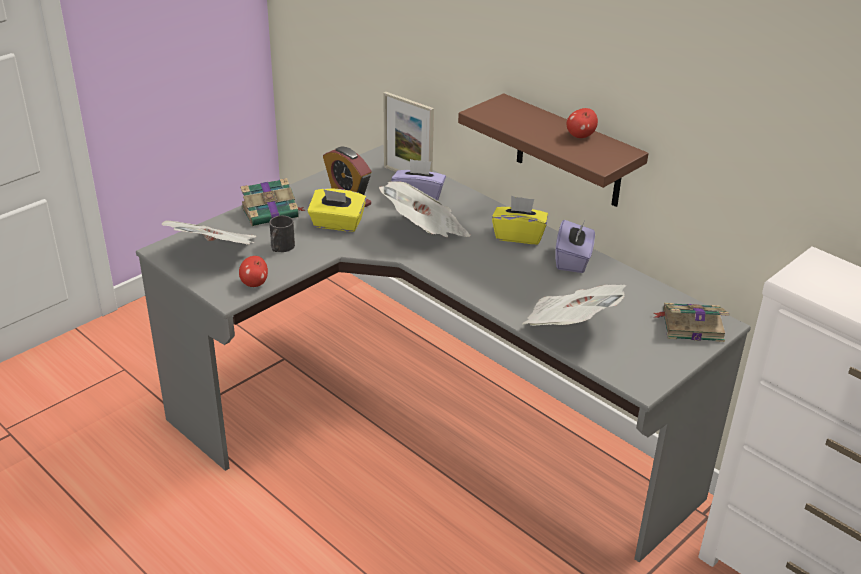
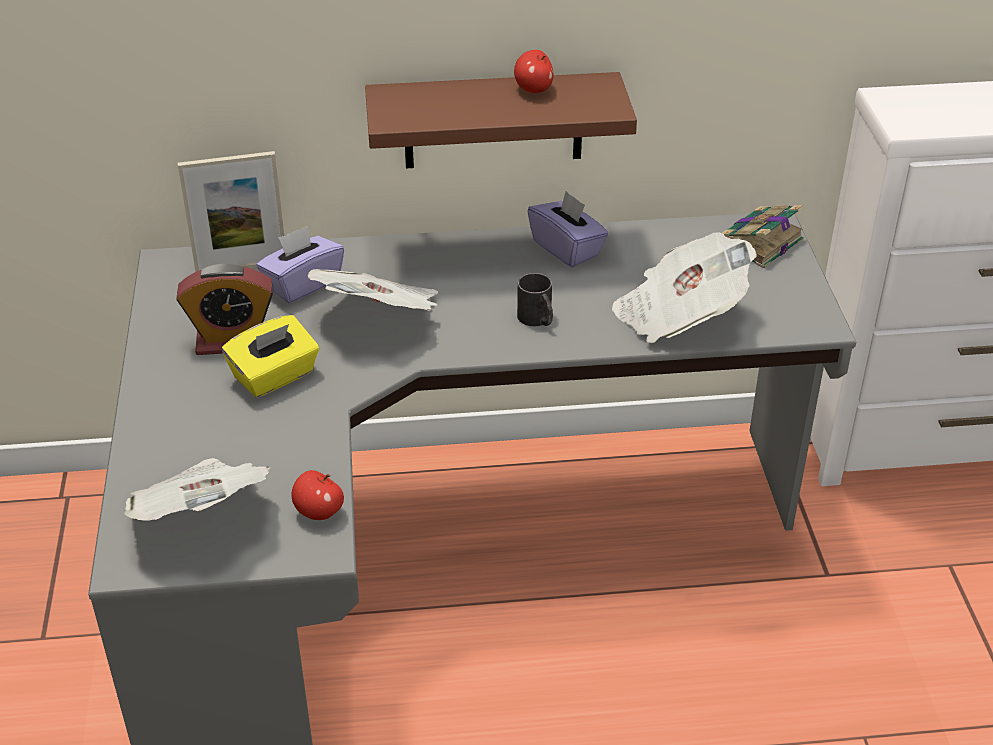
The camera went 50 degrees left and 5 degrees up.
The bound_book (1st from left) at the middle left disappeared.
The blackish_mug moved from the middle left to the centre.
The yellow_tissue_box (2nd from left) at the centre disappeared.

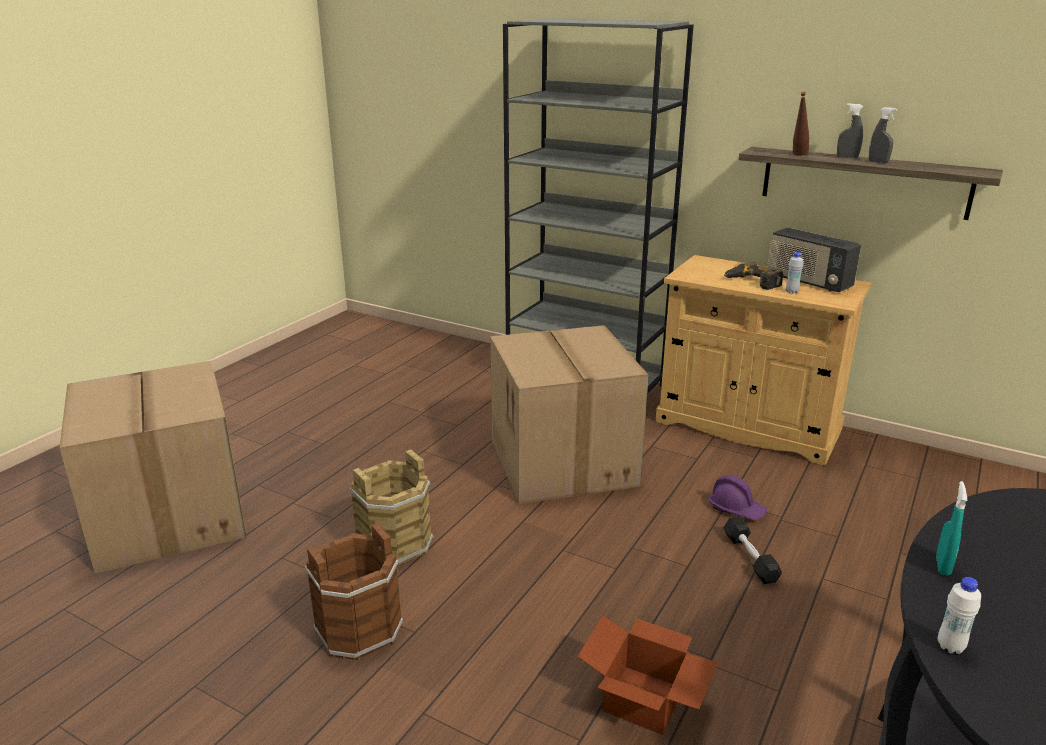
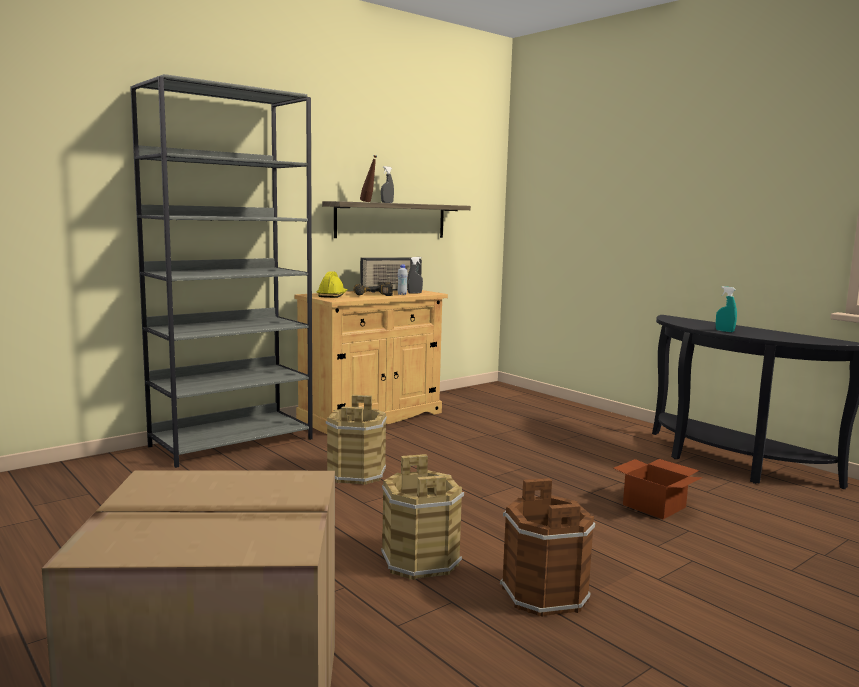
The camera went 70 degrees left and 15 degrees down.
The packing_box (2nd from left) at the centre was replaced by the brownish_pail (1st from left) at the centre.
The purple-coloured_hard_hat at the bottom right disappeared.
The blackish_dumbbell at the bottom right disappeared.
The grey_spray_bottle (2nd from left) moved from the top right to the centre.
The whitish_bottle (2nd from left) at the bottom right disappeared.
The yellow_hard_hat at the centre appeared.

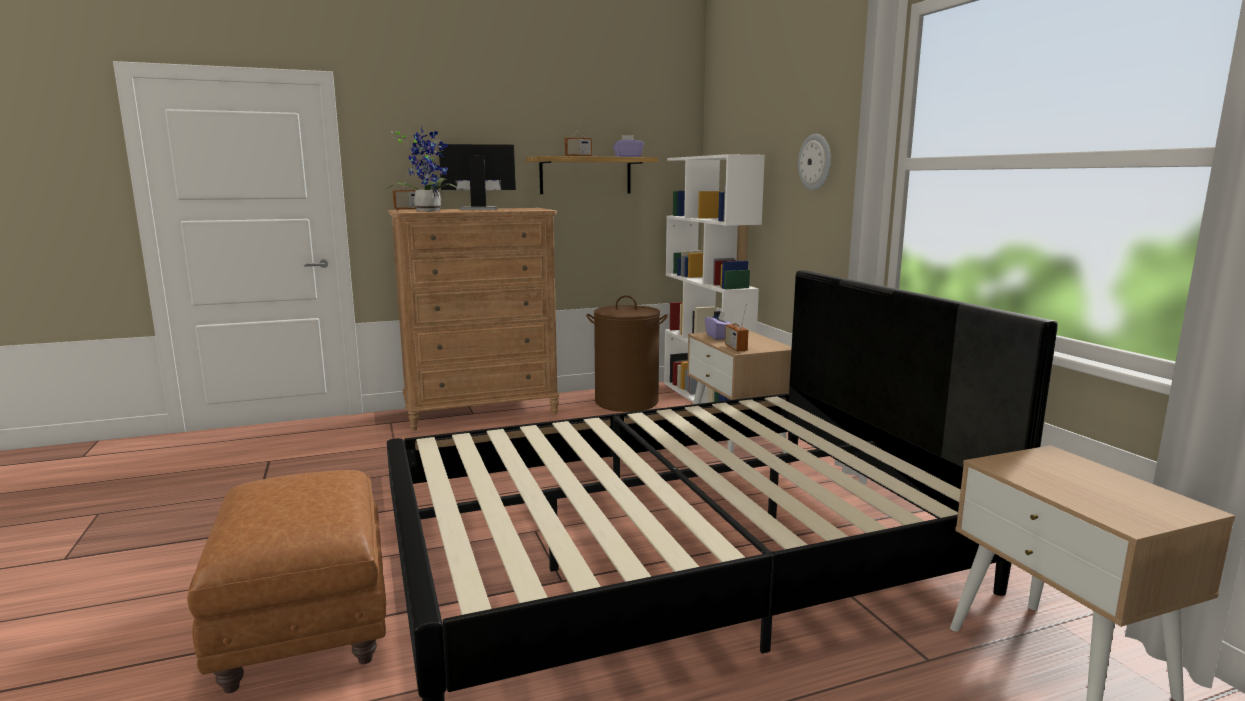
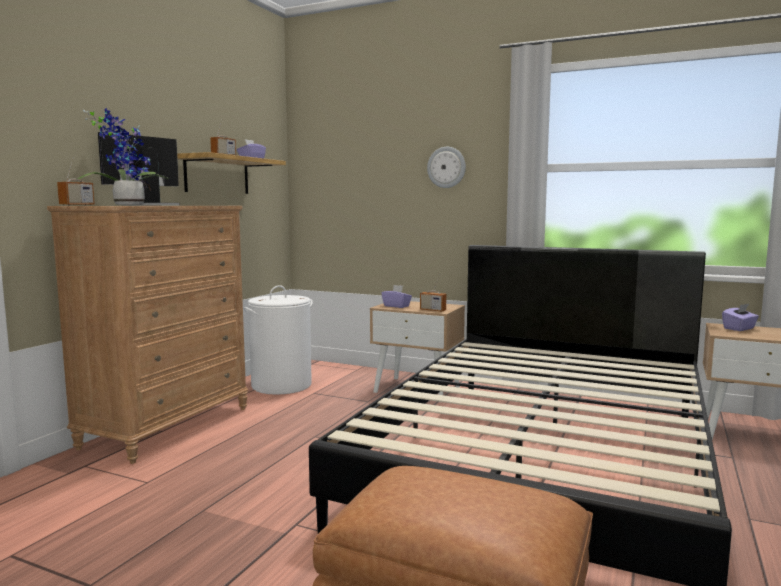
The camera went 45 degrees left and 5 degrees down.
The brownish_hamper at the centre became the whitish_hamper at the centre.
The whitish_shelving_unit at the centre disappeared.
The purple-coloured_tissue_box (3rd from left) at the middle right appeared.

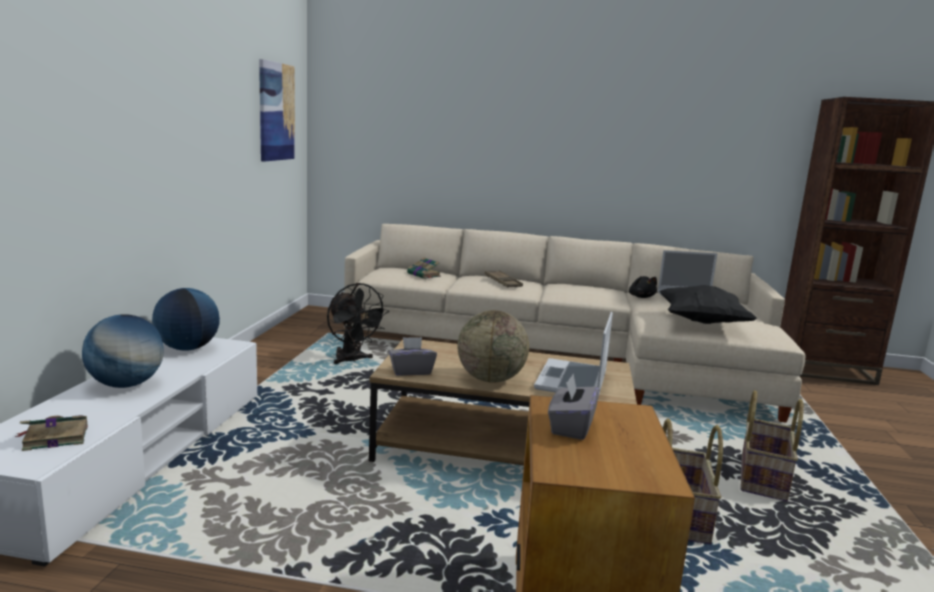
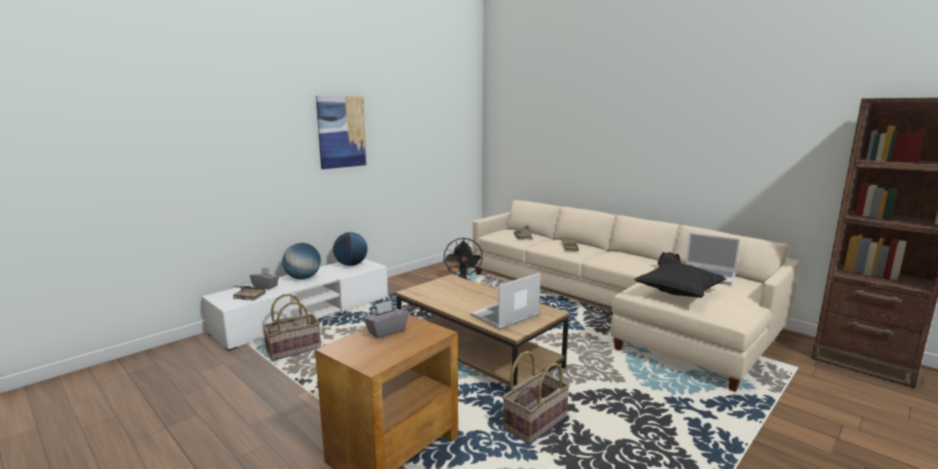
The camera went 35 degrees right and 0 degrees up.
The wall_picture moved from the top left to the top centre.
The grey_tissue_box (1st from left) moved from the centre to the middle left.
The globe (3rd from left) at the centre disappeared.
The basket (2nd from left in the first image) moved from the bottom right to the bottom left.

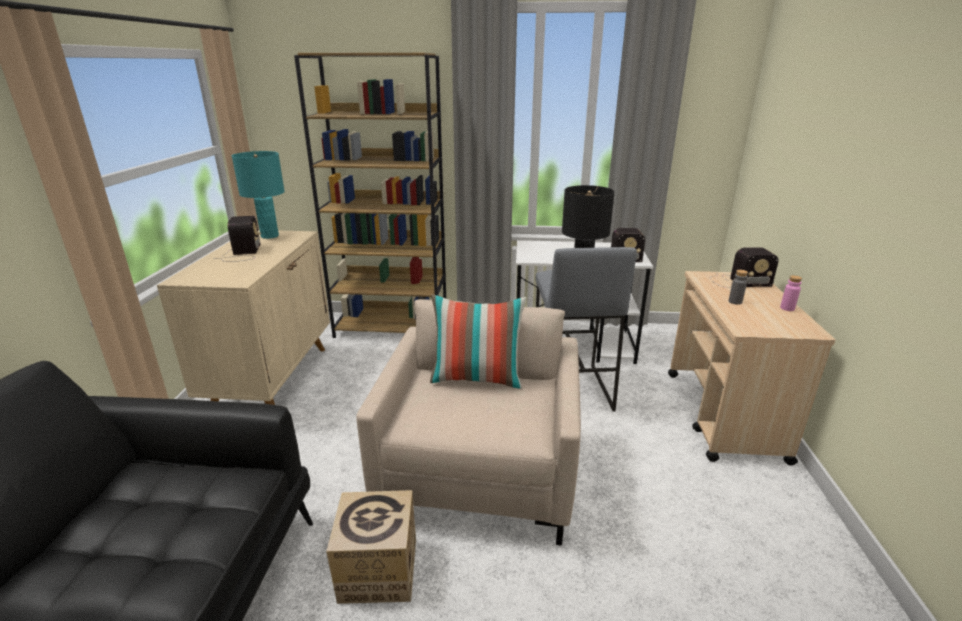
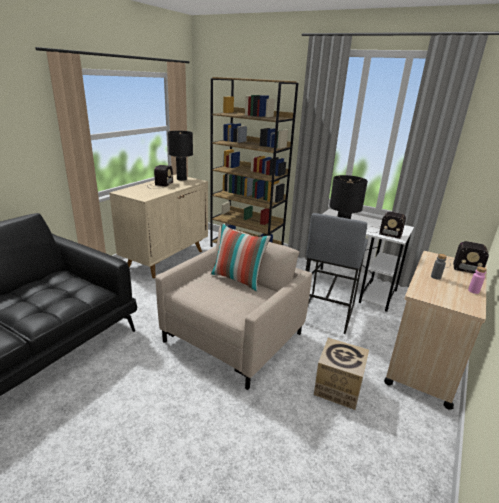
The camera went 25 degrees right and 0 degrees up.
The blue-green_table_lamp at the top left became the blackish_table_lamp (1st from left) at the top centre.
The packing_box moved from the bottom centre to the bottom right.

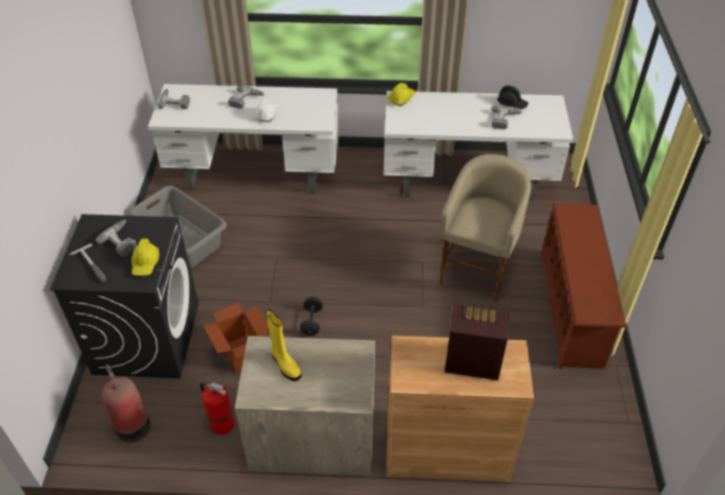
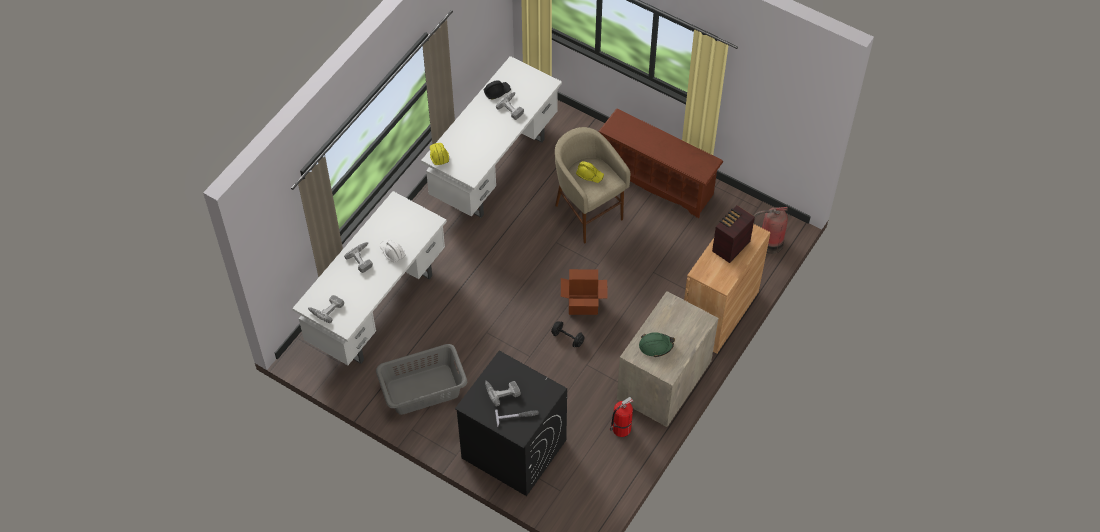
The camera went 60 degrees left and 10 degrees up.
The fire-fighting_cylinder (1st from left in the first image) moved from the bottom left to the middle right.
The yellow_hard_hat (1st from left in the first image) moved from the middle left to the top centre.
The packing_box moved from the bottom left to the centre.
The yellow_boot at the bottom centre was replaced by the greenish_hard_hat at the centre.

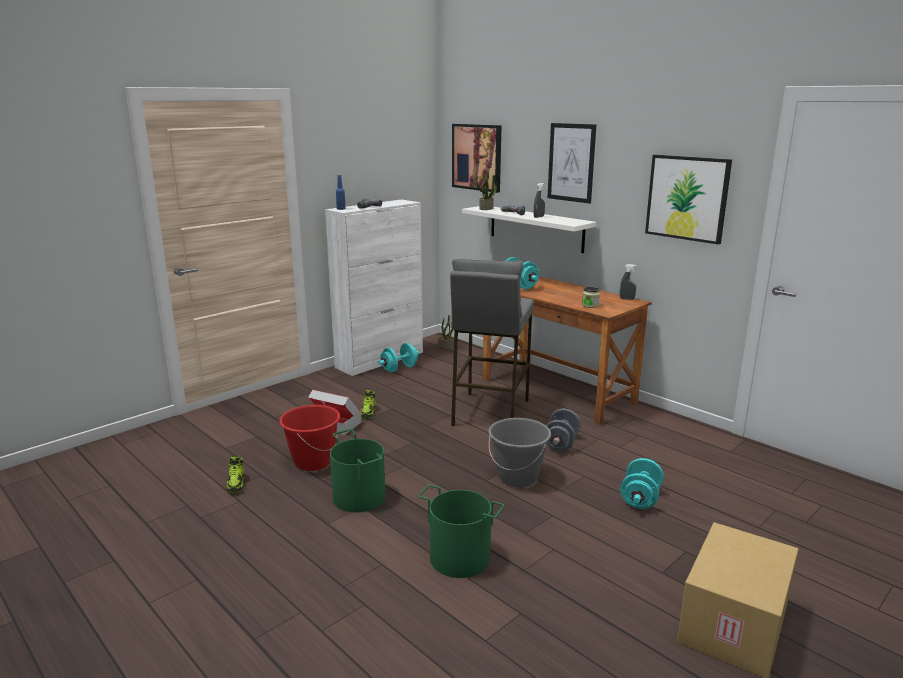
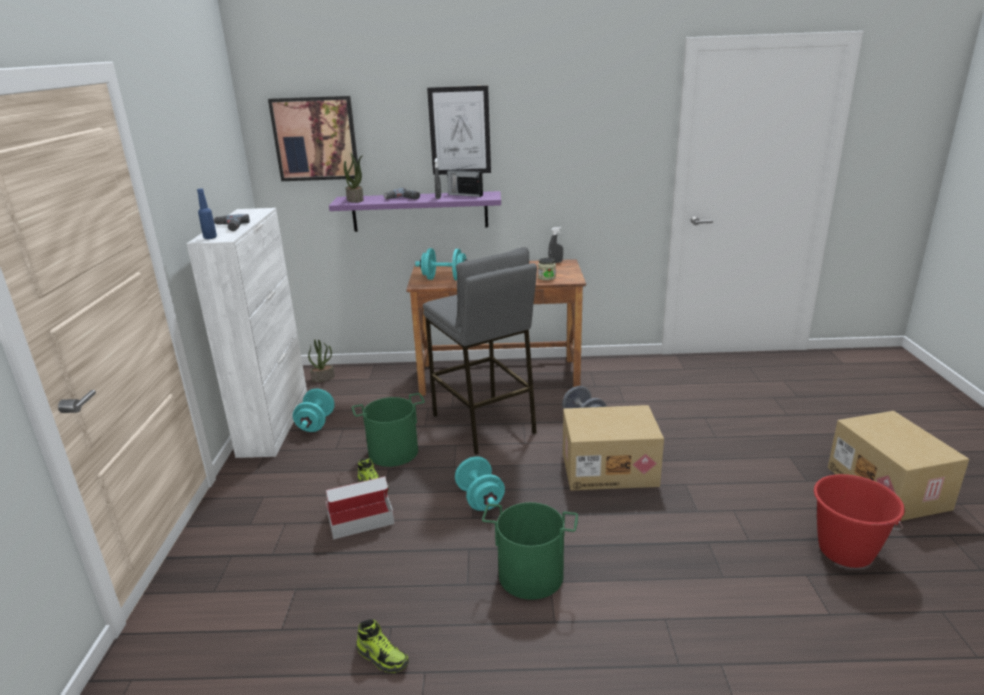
The camera went 45 degrees left and 5 degrees up.
The red-coloured_pail moved from the centre to the bottom right.
The greenish_pail (2nd from left in the first image) moved from the bottom centre to the centre.
The whitish_bracket_shelf at the centre became the purple-coloured_bracket_shelf at the top centre.
The grey_pail at the bottom centre was replaced by the packing_box (2nd from left) at the centre.
The blue-green_dumbbell (3rd from left) moved from the bottom right to the bottom centre.
The wall_picture (3rd from left) at the top right disappeared.
The radio_set at the top centre appeared.

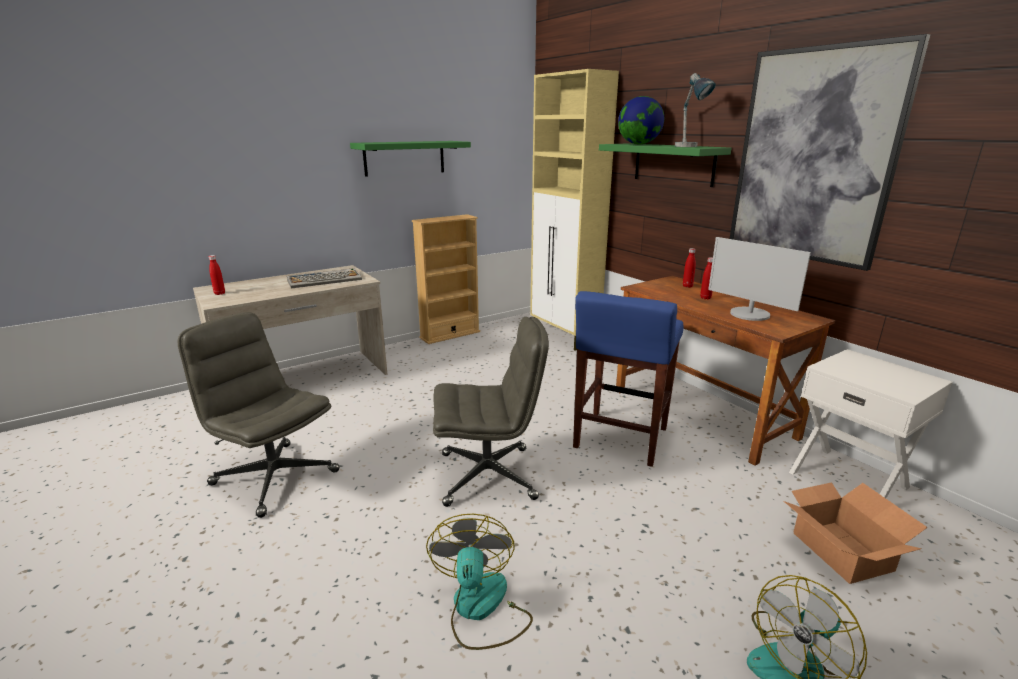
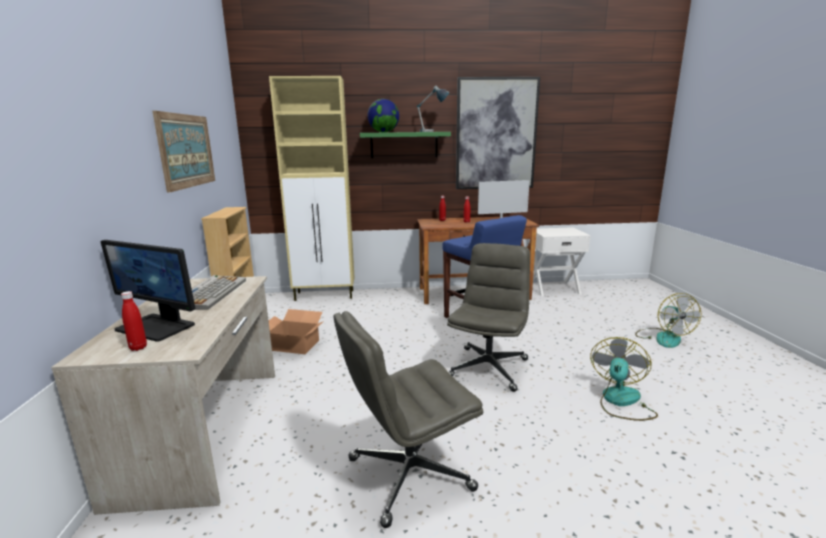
The camera went 60 degrees left and 5 degrees down.
The greenish_bracket_shelf (1st from left) at the top centre was replaced by the wall_picture (1st from left) at the top left.
The electric_fan (1st from left) at the bottom centre turned 90 degrees clockwise.
The packing_box moved from the bottom right to the centre.
The monitor (1st from left) at the middle left appeared.

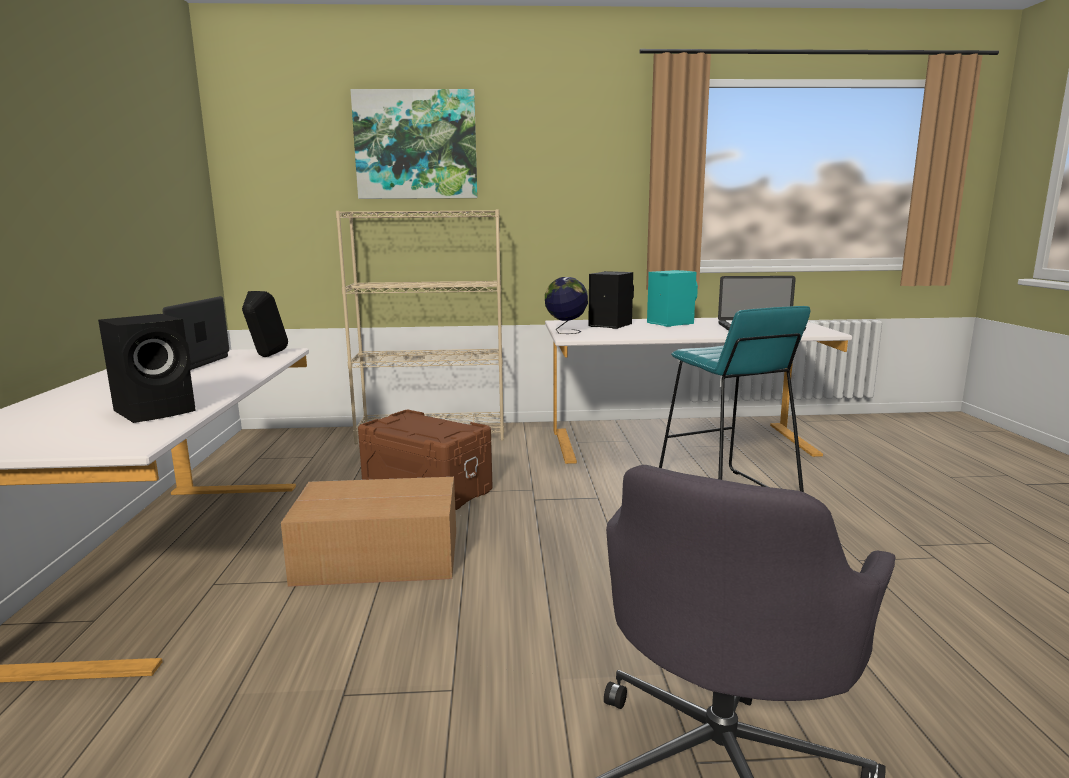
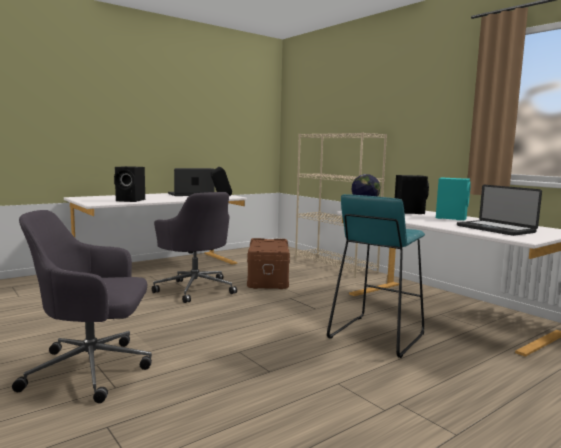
The camera went 55 degrees right and 5 degrees down.
The packing_box at the bottom centre was replaced by the grey_office_chair (2nd from left) at the centre.
The wall_picture at the top centre disappeared.

